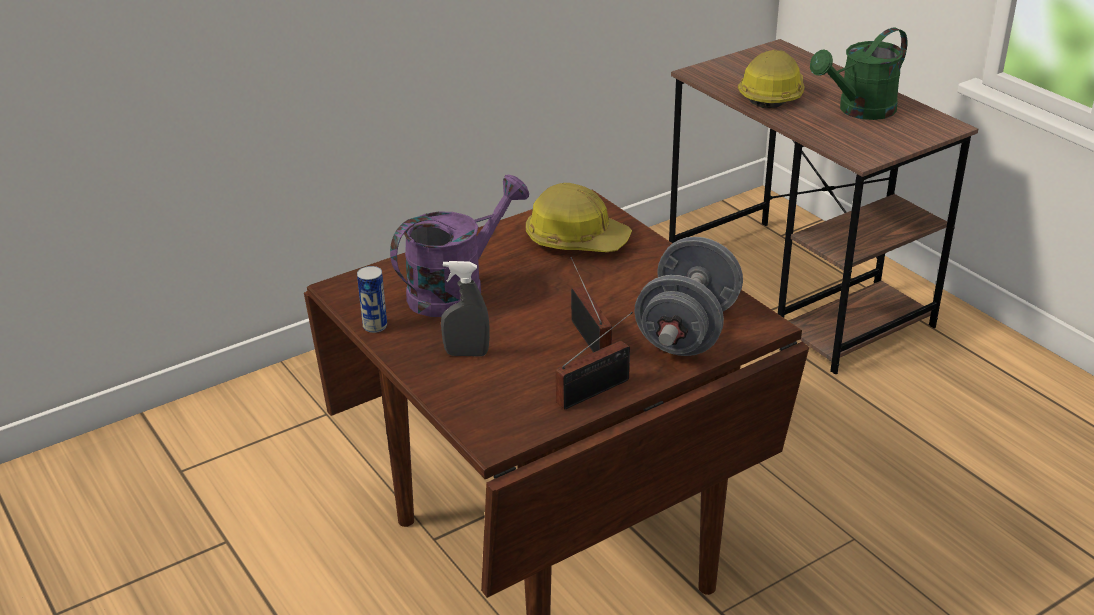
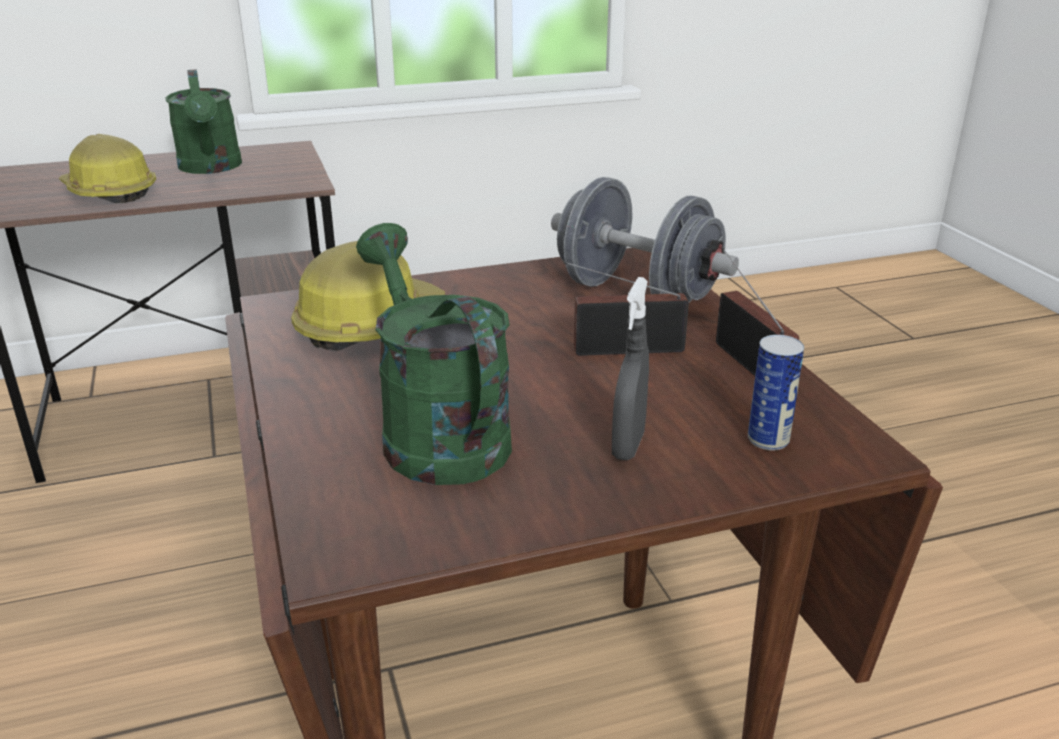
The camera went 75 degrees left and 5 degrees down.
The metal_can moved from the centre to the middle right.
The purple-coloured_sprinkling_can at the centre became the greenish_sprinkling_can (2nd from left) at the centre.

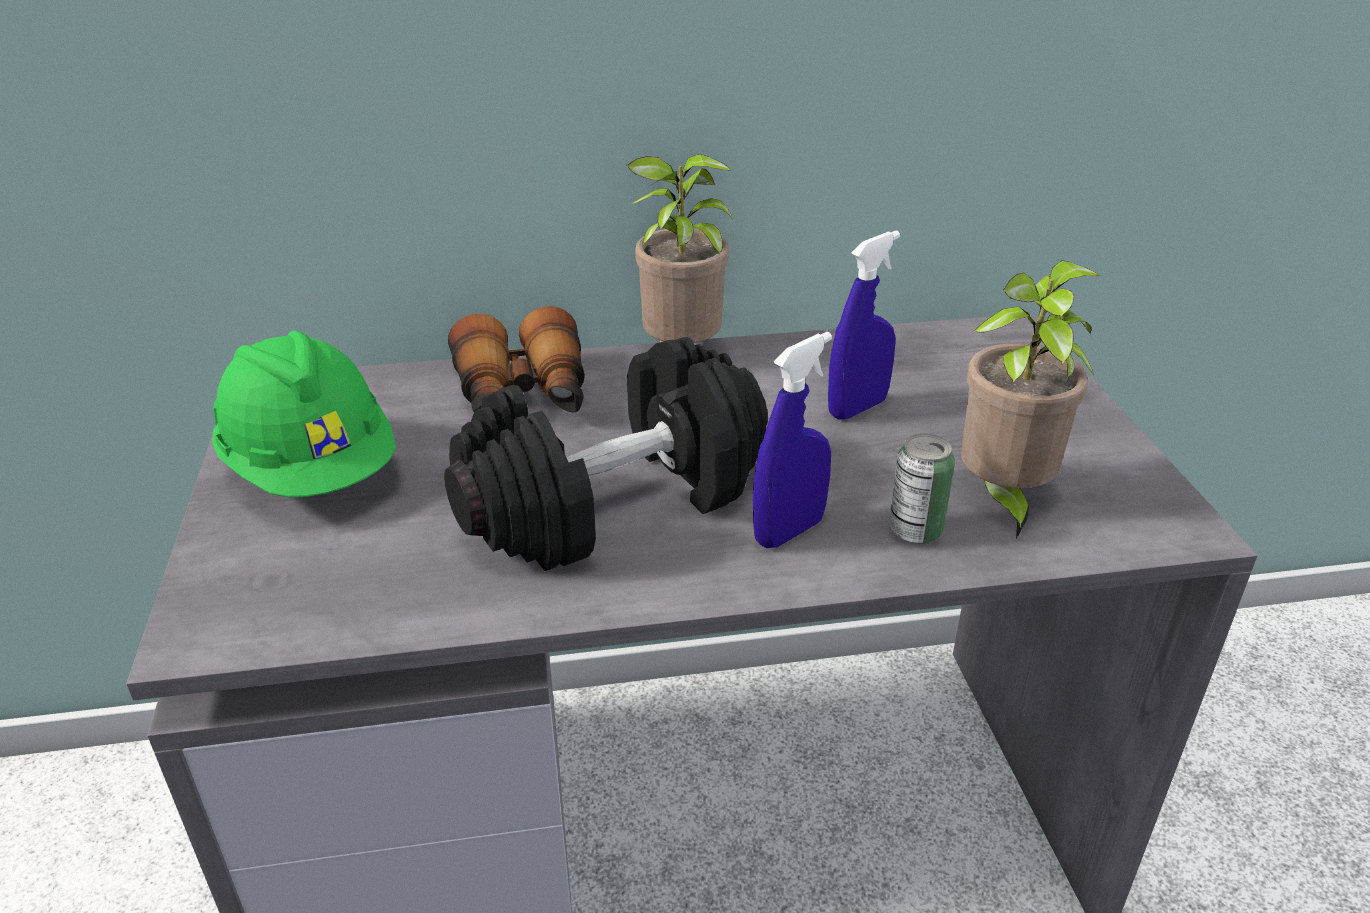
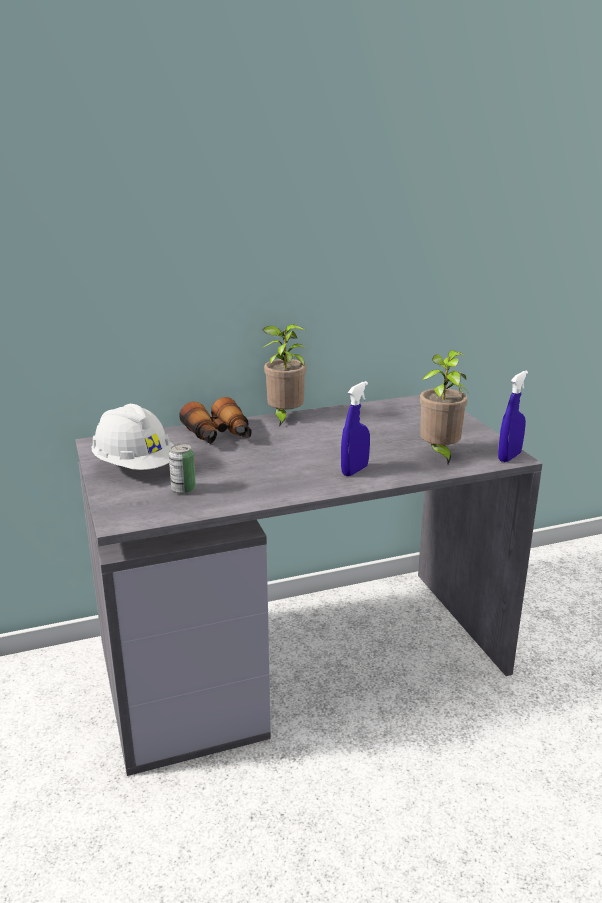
The camera went 10 degrees left and 10 degrees down.
The greenish_hard_hat at the middle left became the whitish_hard_hat at the middle left.
The blackish_dumbbell at the centre disappeared.
The blue_spray_bottle (2nd from left) moved from the centre to the middle right.
The metal_can moved from the middle right to the middle left.

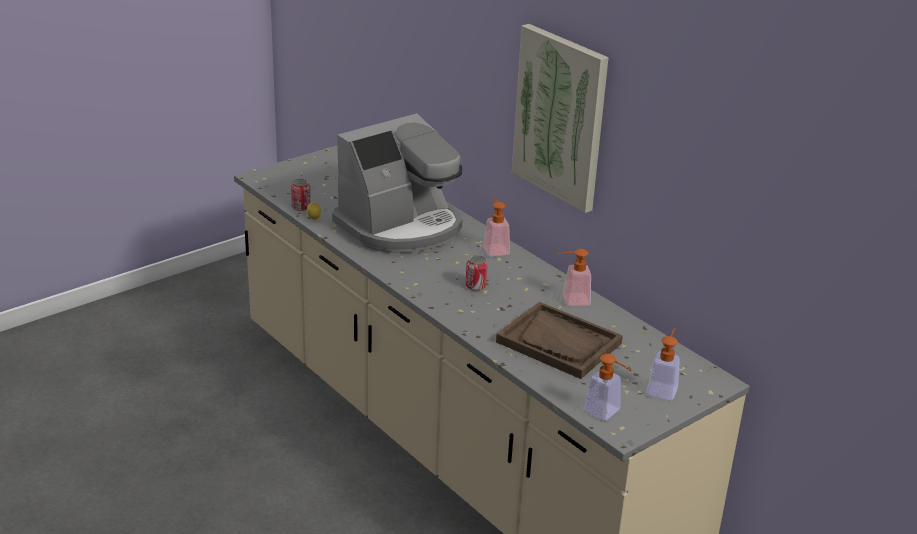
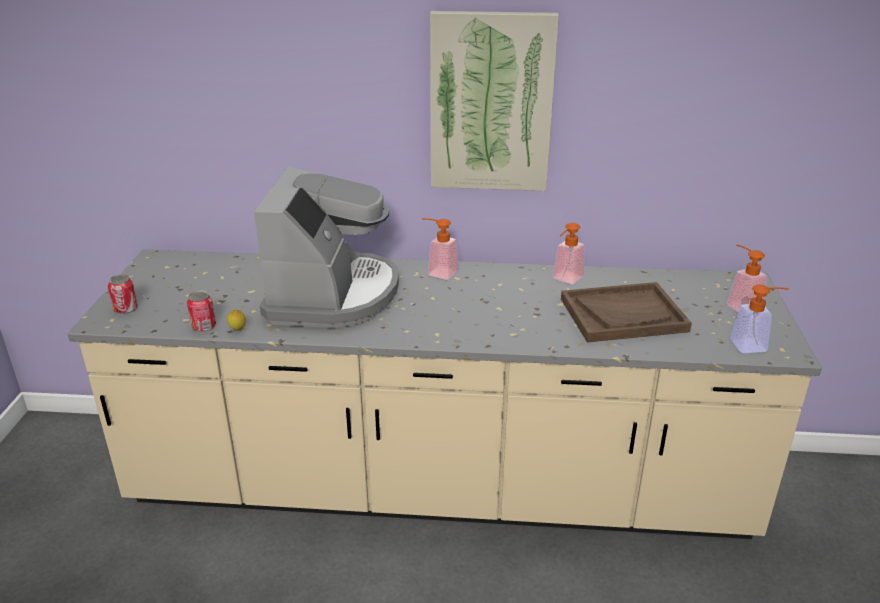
The camera went 45 degrees left and 0 degrees up.
The metal_can (2nd from left in the first image) moved from the centre to the middle left.

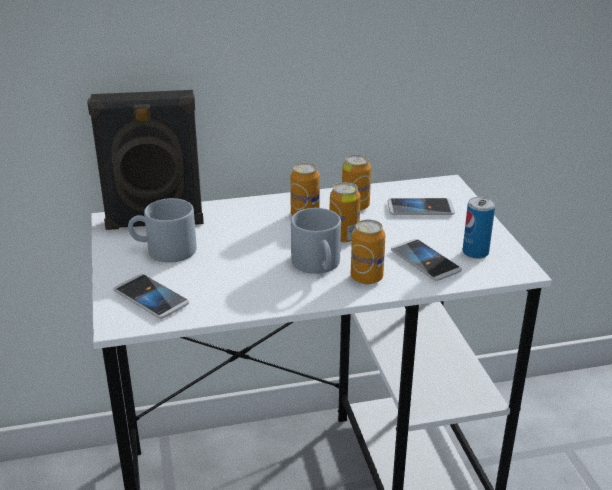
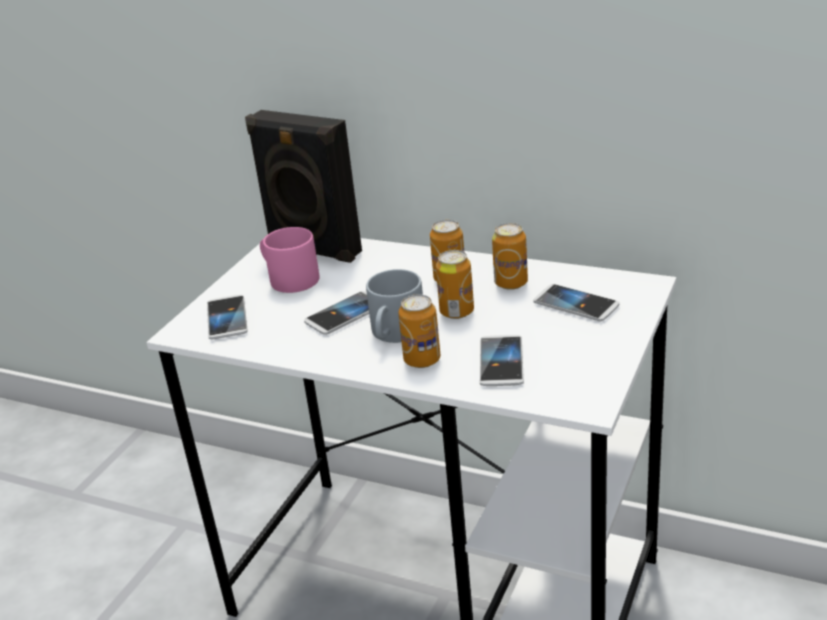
The camera went 40 degrees right and 0 degrees up.
The grey_mug (1st from left) at the middle left became the pinkish_mug at the centre.
The metal_can (5th from left) at the middle right disappeared.
The telephone (2nd from left) at the centre appeared.

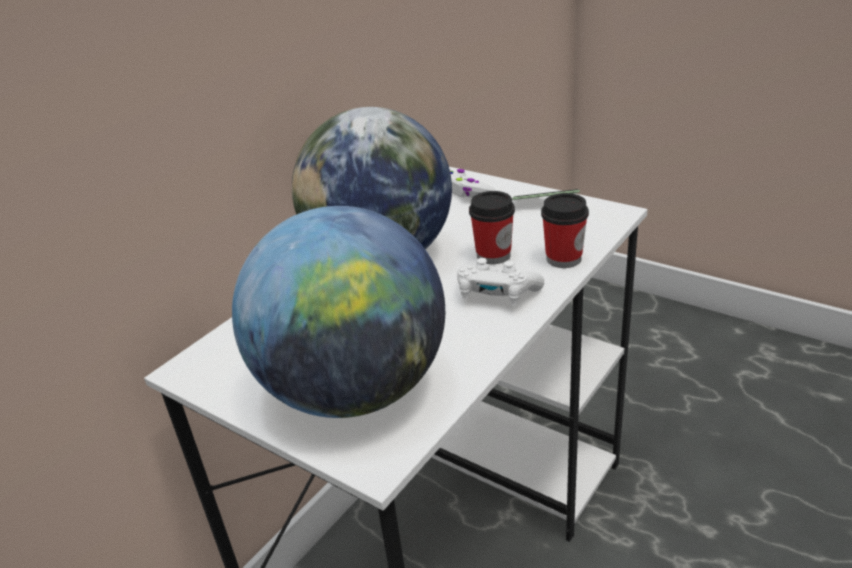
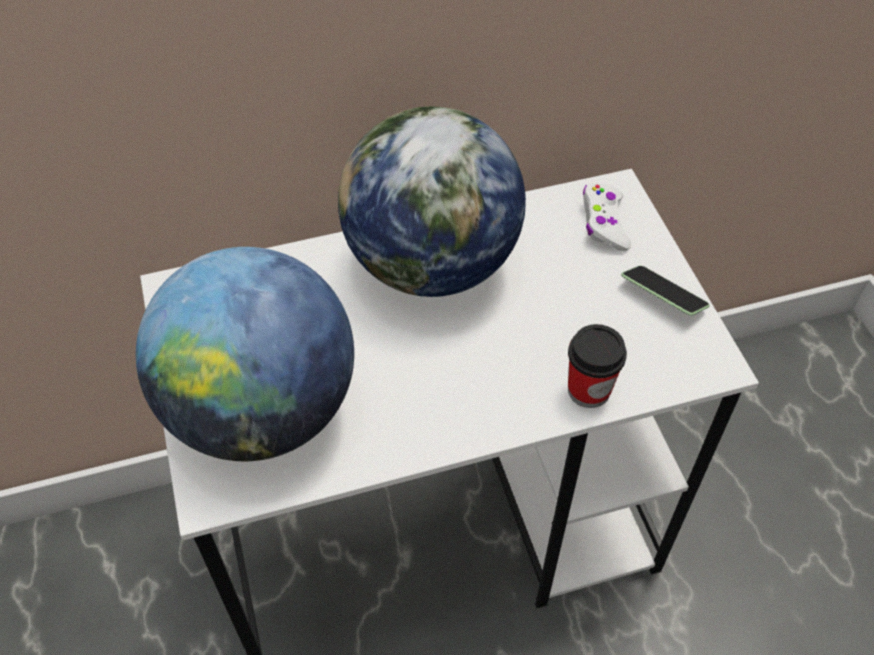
The camera went 35 degrees right and 20 degrees up.
The whitish_joypad (2nd from left) at the centre disappeared.
The drinking_cup (1st from left) at the centre disappeared.

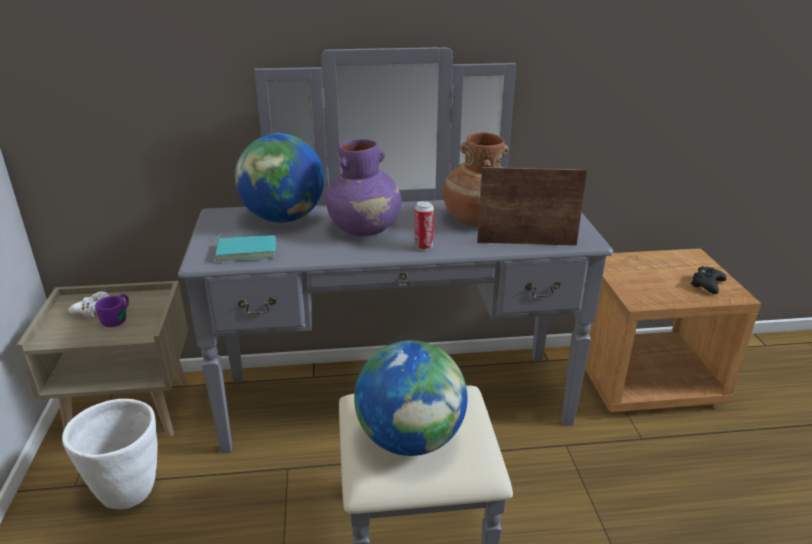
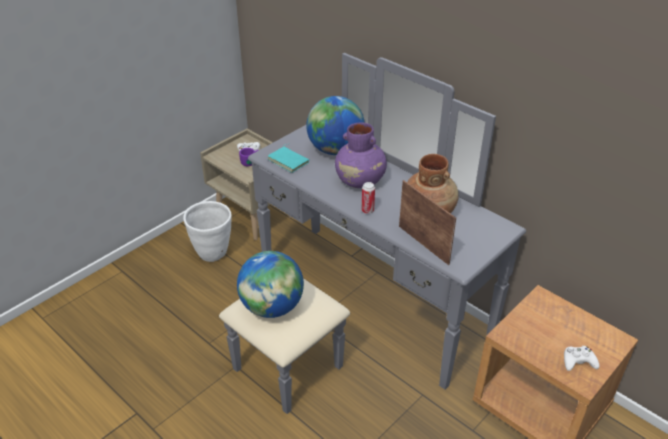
The camera went 50 degrees right and 10 degrees up.
The blackish_joypad at the middle right became the whitish_joypad (2nd from left) at the bottom right.

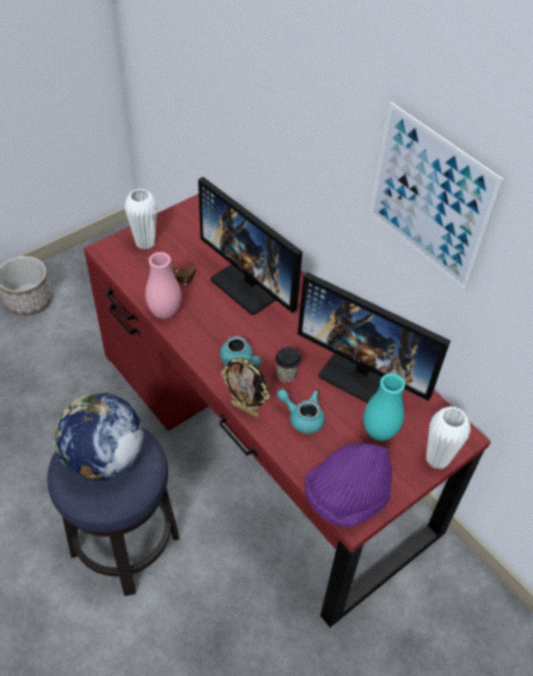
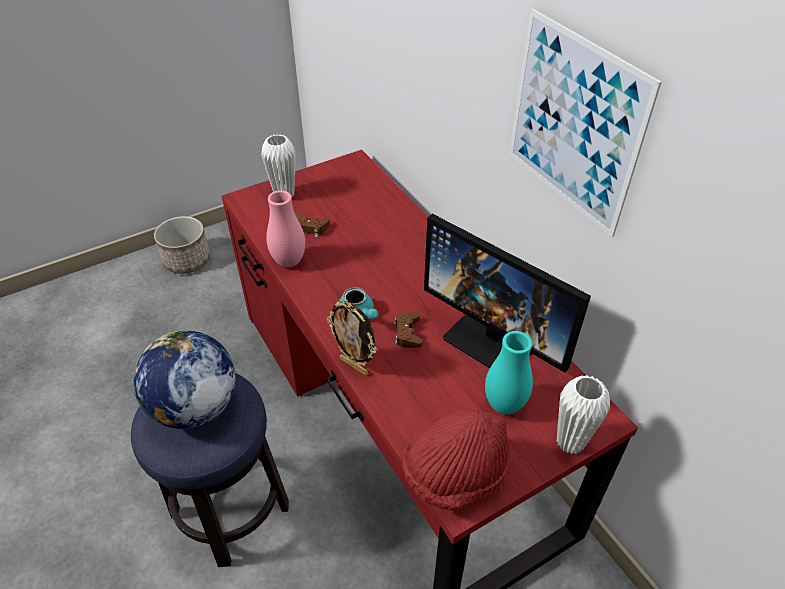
The camera went 10 degrees right and 5 degrees down.
The monitor (1st from left) at the centre disappeared.
The drinking_cup at the centre was replaced by the brownish_joypad (2nd from left) at the centre.
The blue-green_pot_for_tea (2nd from left) at the centre disappeared.
The purple-coloured_wearable_hat at the bottom centre became the red-coloured_wearable_hat at the bottom centre.

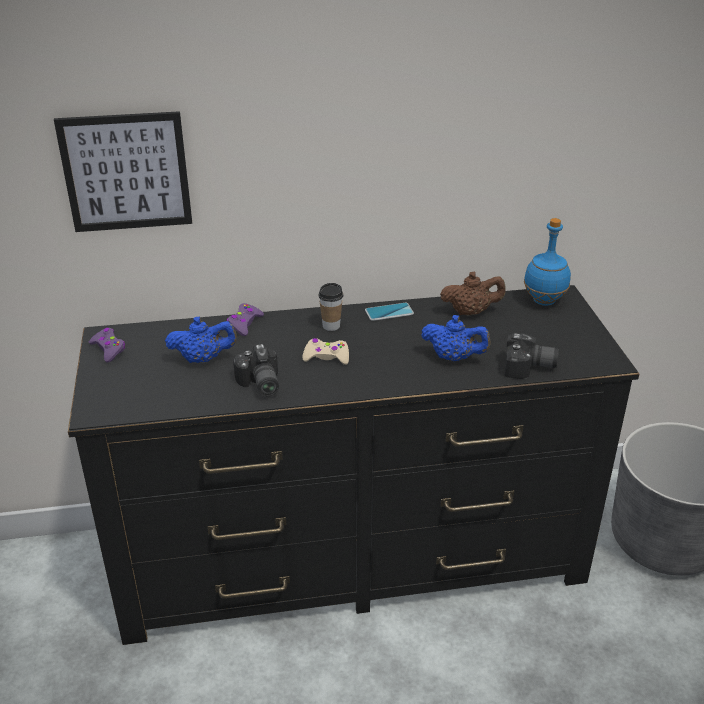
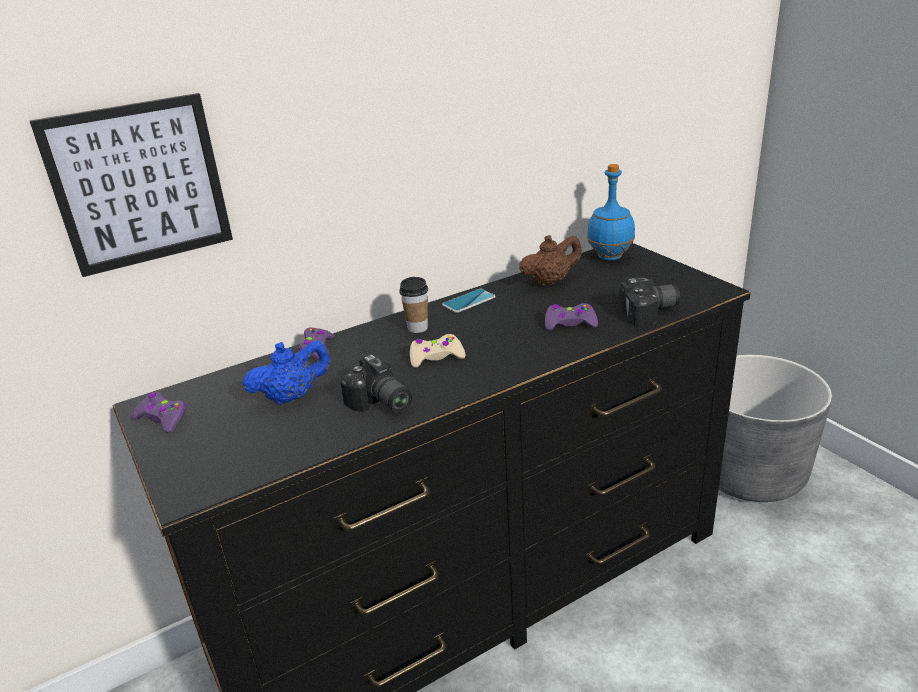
The camera went 20 degrees left and 5 degrees down.
The blue_pot_for_tea (2nd from left) at the centre was replaced by the purple-coloured_joypad (3rd from left) at the centre.

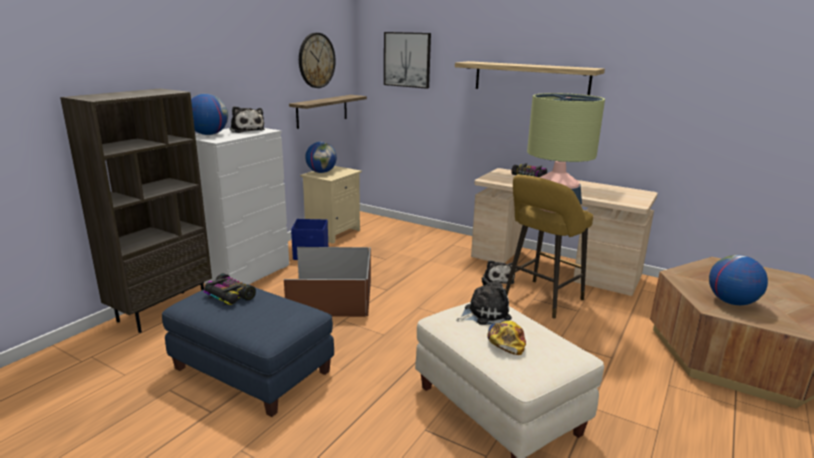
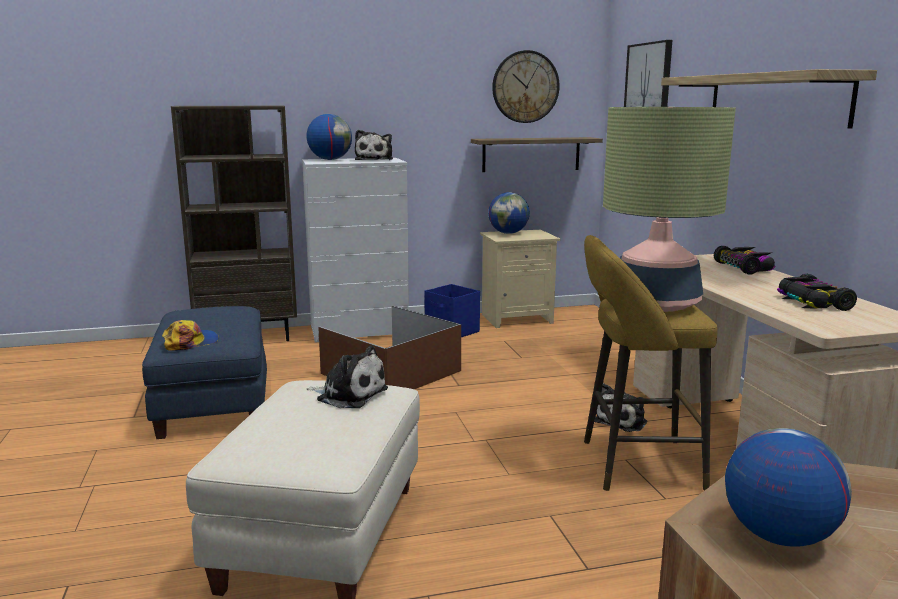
The camera went 45 degrees right and 5 degrees down.
The miniature_car (1st from left in the first image) moved from the middle left to the middle right.
The baseball_cap moved from the bottom centre to the middle left.

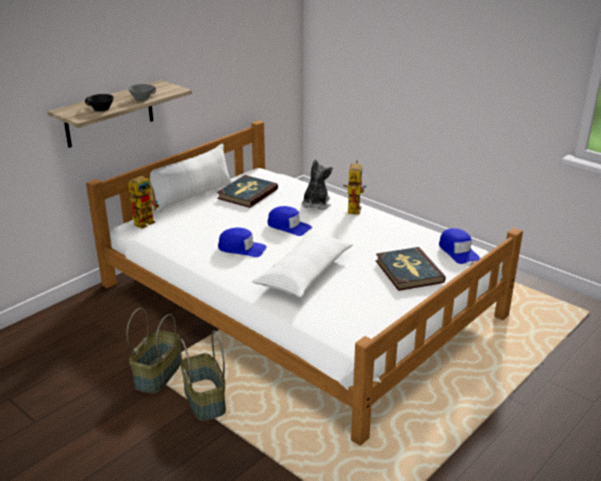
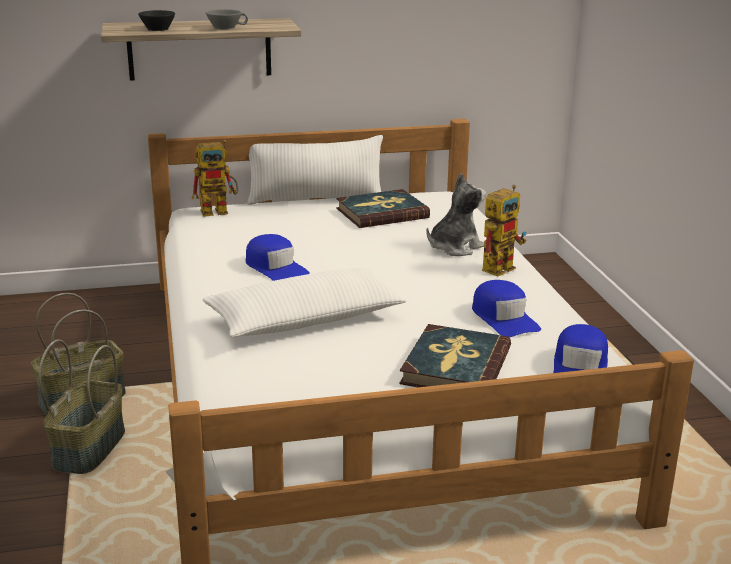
The camera went 35 degrees right and 5 degrees down.
The blue_baseball_cap (2nd from left) moved from the centre to the middle right.

